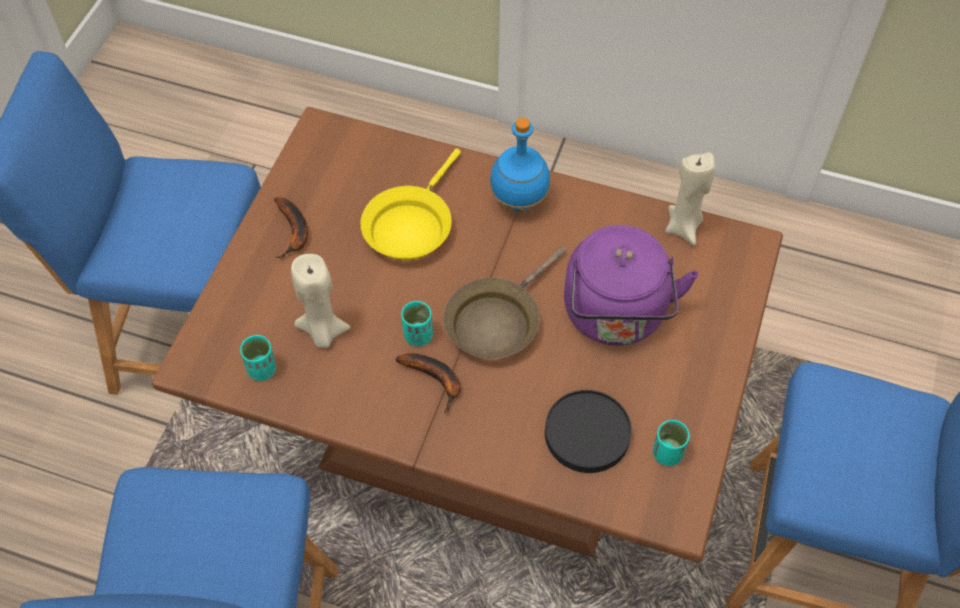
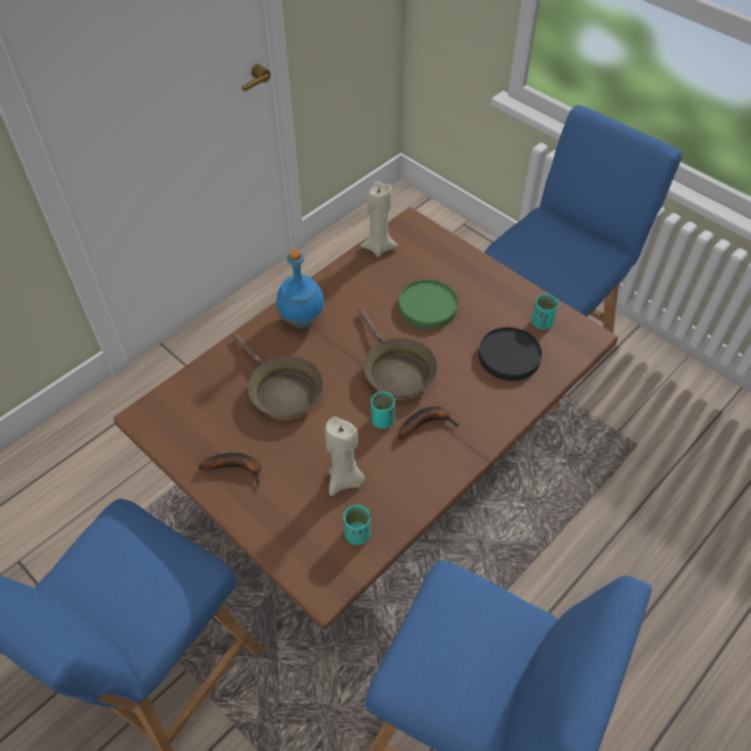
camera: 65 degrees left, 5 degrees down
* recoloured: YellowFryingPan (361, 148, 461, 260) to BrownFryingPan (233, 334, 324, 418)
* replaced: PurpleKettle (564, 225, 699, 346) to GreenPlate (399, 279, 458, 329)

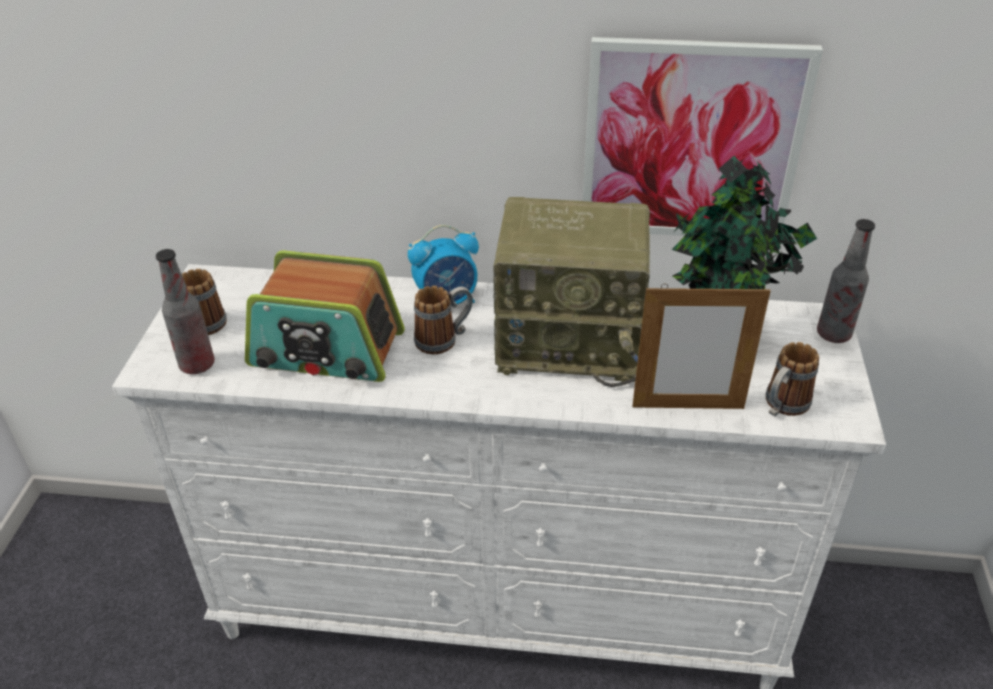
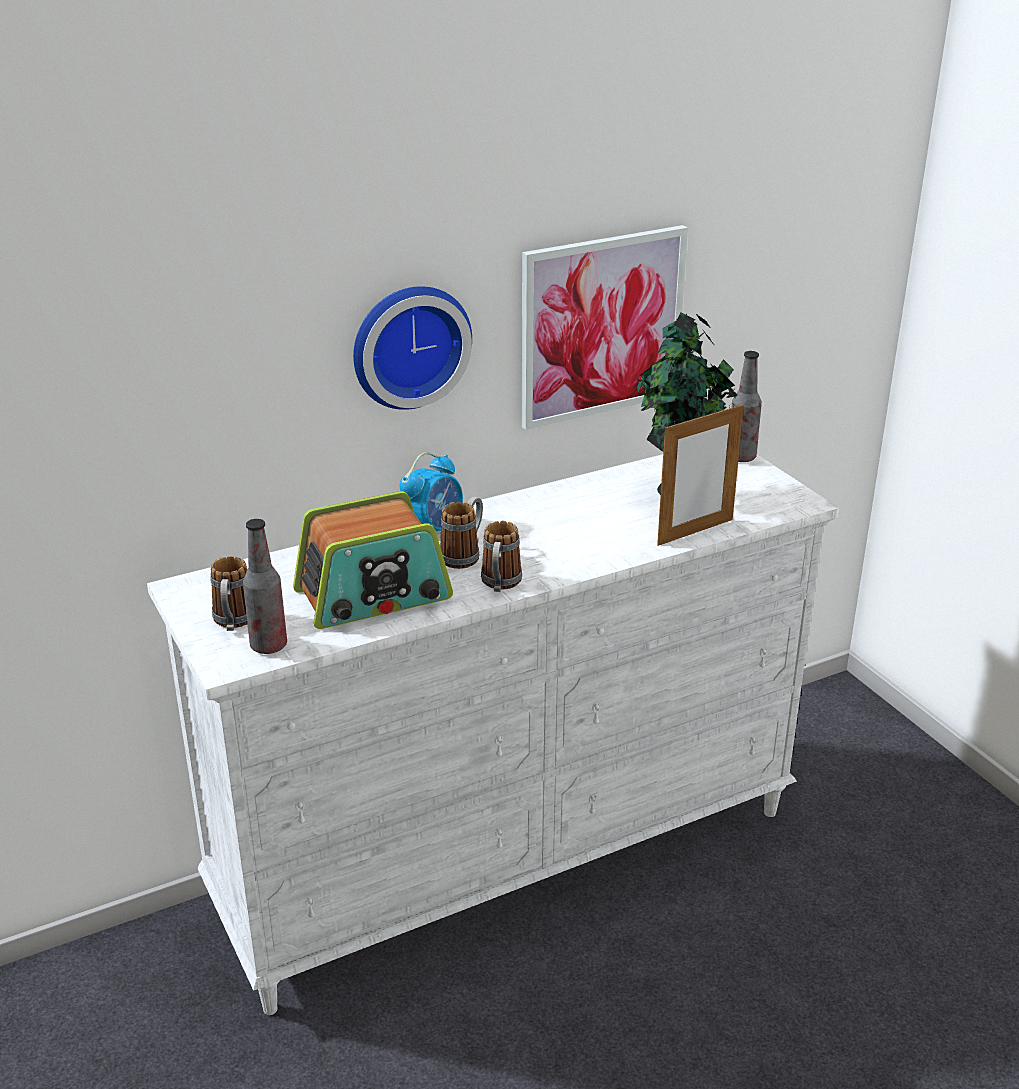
camera: 35 degrees left, 10 degrees down
* removed: Radio (493, 197, 650, 387)
* moved: Mug (766, 342, 819, 416) to (481, 521, 522, 592)
* added: WallClock (353, 286, 472, 410)

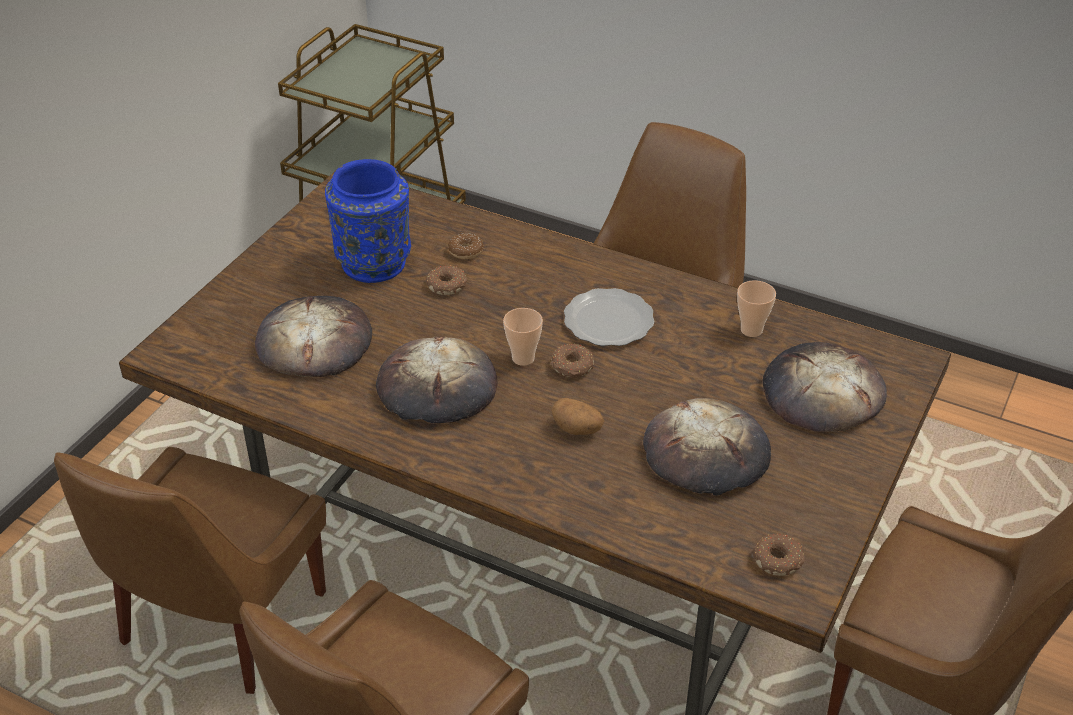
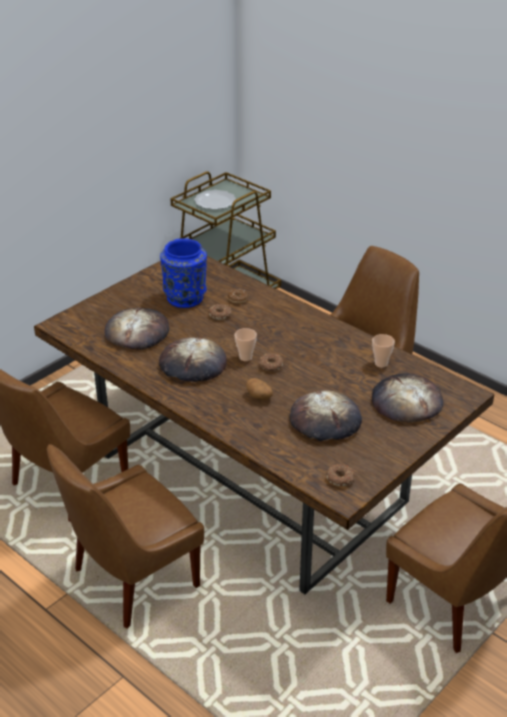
camera: 15 degrees right, 5 degrees down
* moved: Plate (564, 288, 655, 346) to (194, 190, 236, 210)

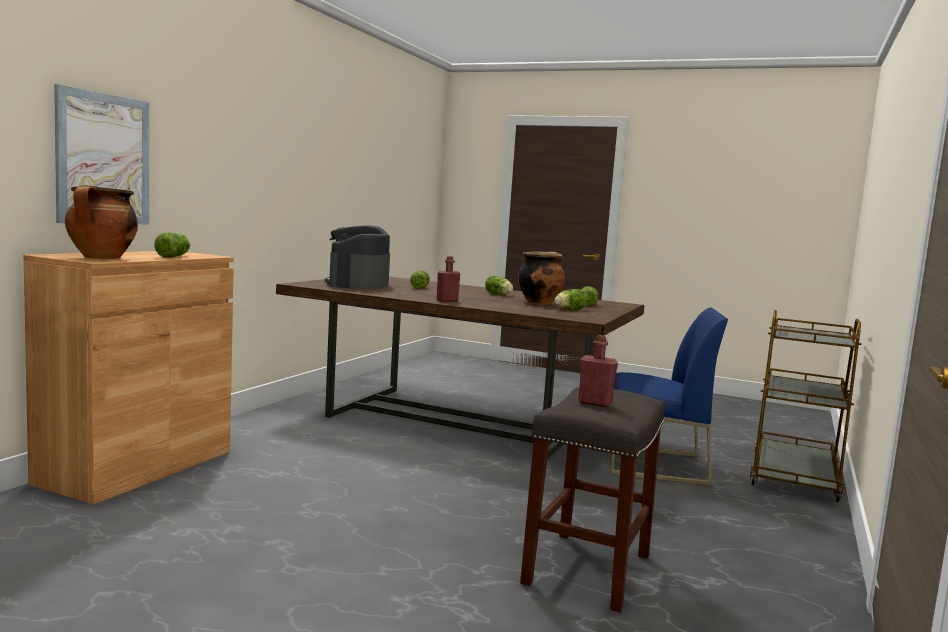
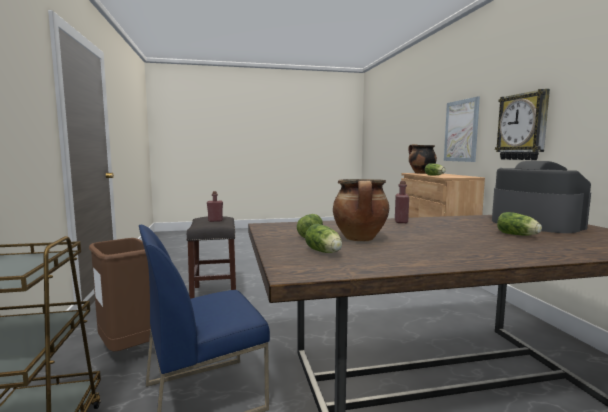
camera: 145 degrees right, 0 degrees up
* removed: Lettuce (485, 276, 513, 294)
* added: BrownTrashCan (89, 238, 151, 352)
* added: WallClock (495, 89, 550, 160)

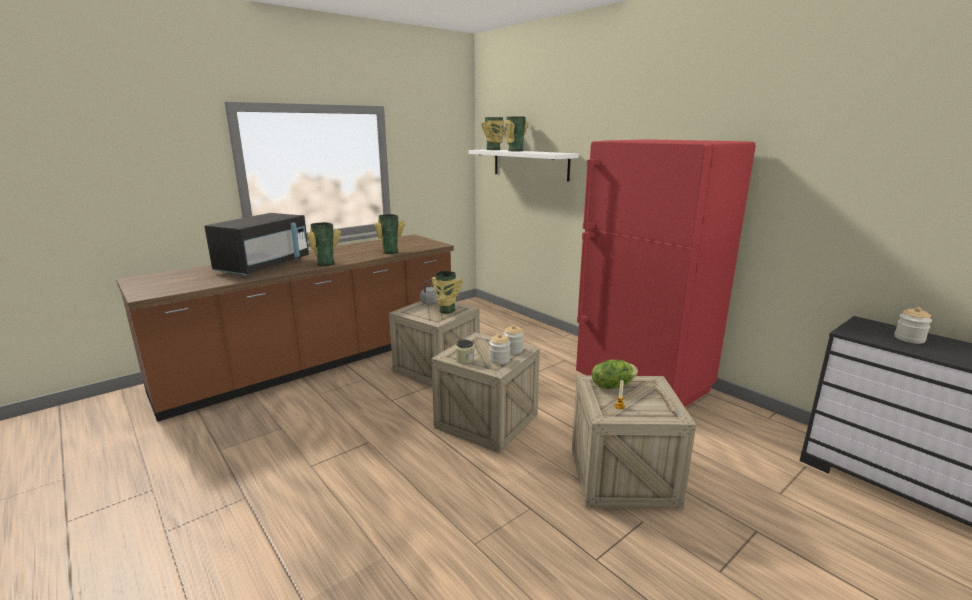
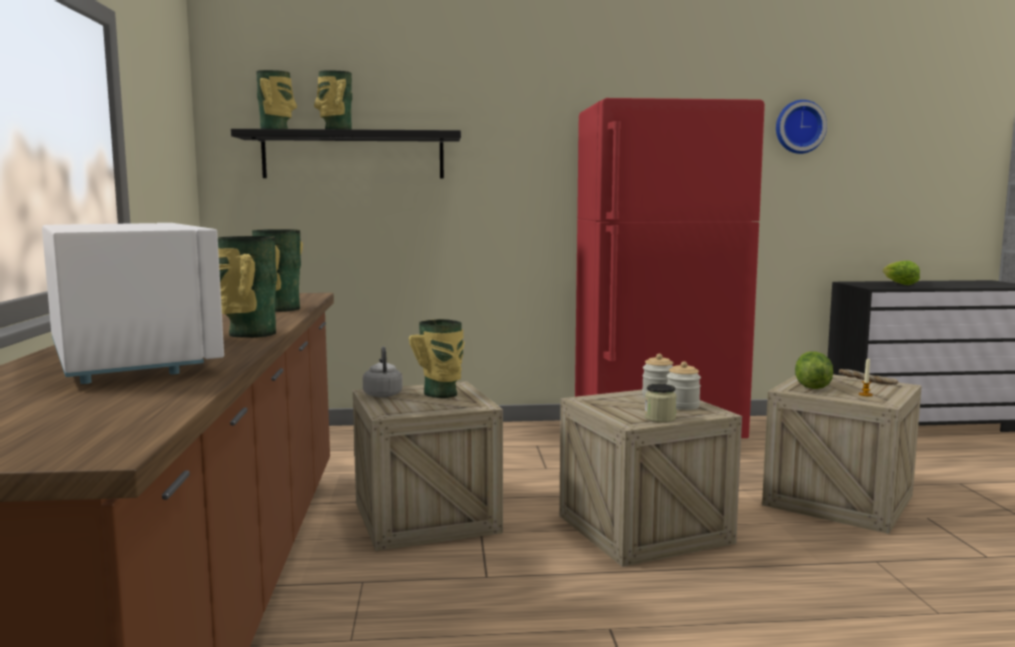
camera: 55 degrees left, 10 degrees down
* recoloured: BlackMicrowave (204, 213, 309, 276) to WhiteMicrowave (42, 223, 224, 384)
* recoloured: WhiteShelf (469, 149, 579, 182) to BlackShelf (231, 129, 461, 179)
* replaced: Jar (894, 307, 932, 344) to Lettuce (883, 261, 920, 285)
* added: WallClock (776, 100, 827, 154)

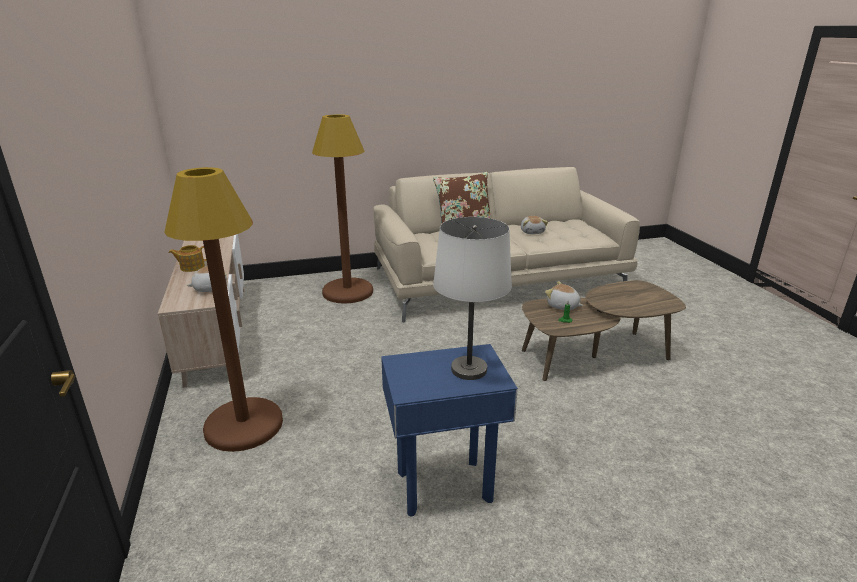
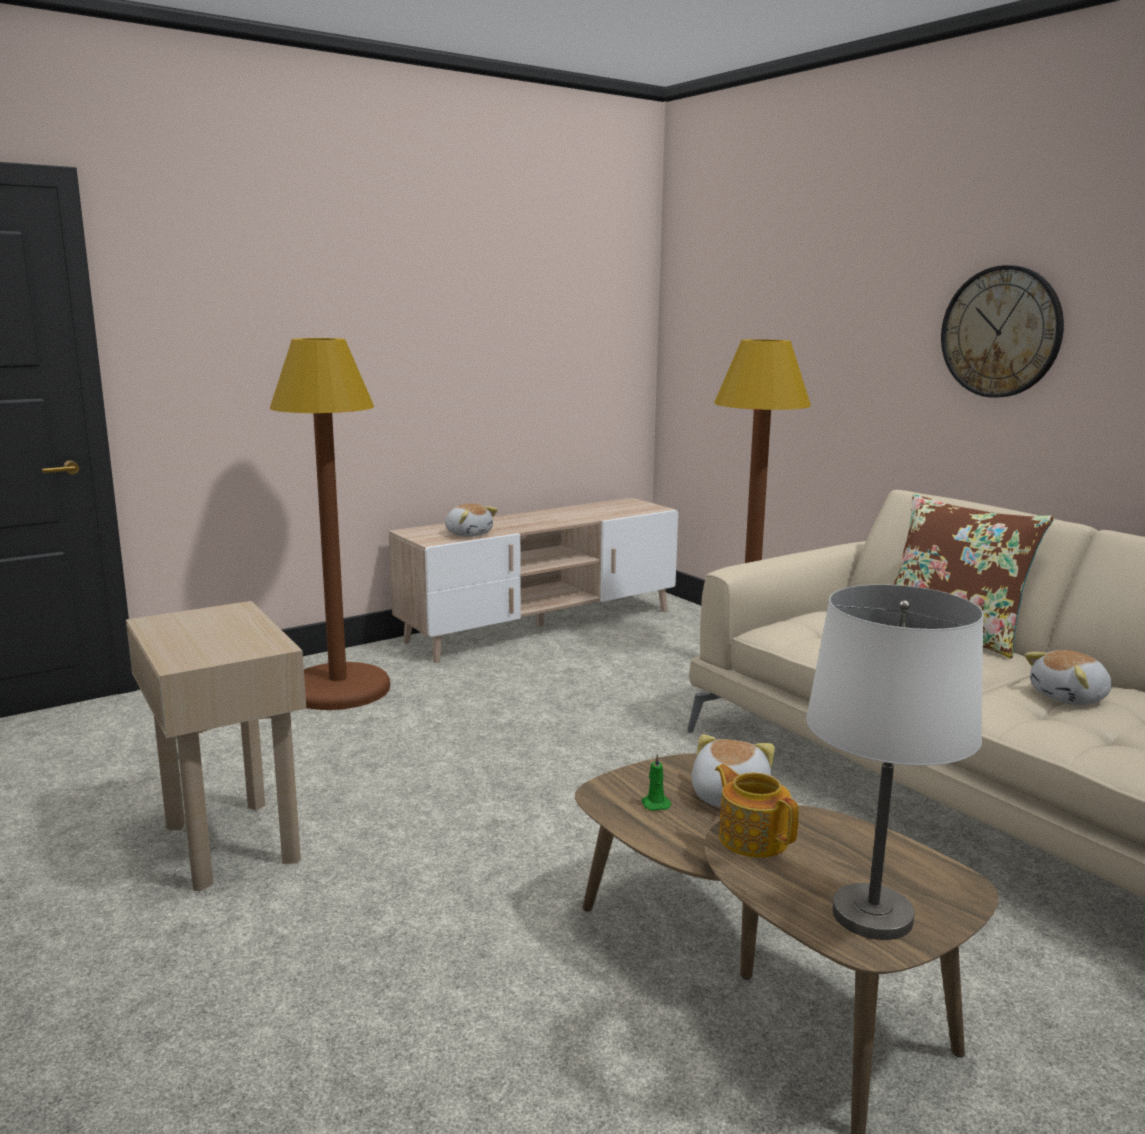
camera: 70 degrees right, 10 degrees down
* moved: Teapot (169, 245, 207, 272) to (715, 764, 799, 858)
* recoloured: BlueSideTable (381, 344, 518, 516) to BeigeSideTable (126, 601, 306, 891)
* moved: WhiteTableLamp (433, 217, 512, 380) to (806, 584, 983, 940)
* added: WallClock (941, 265, 1064, 398)

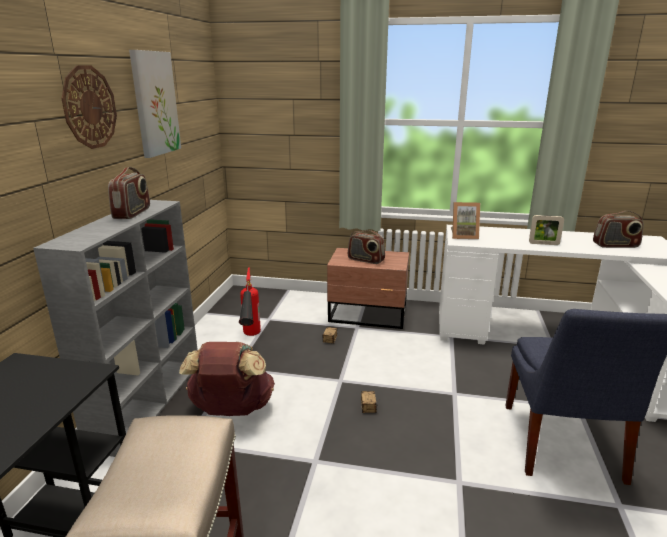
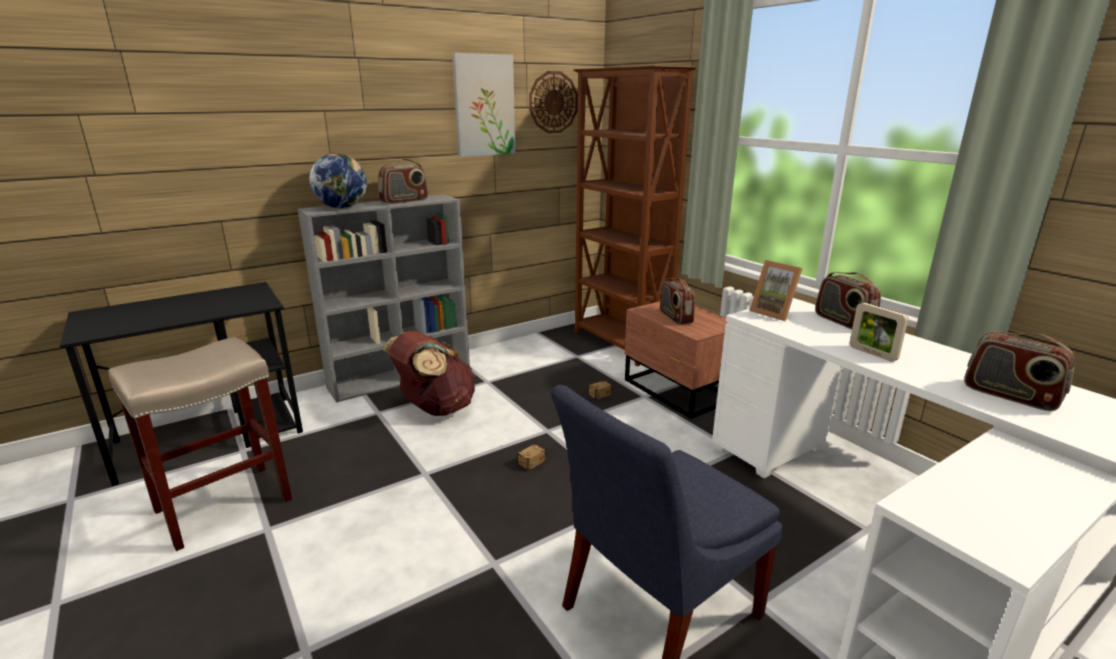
camera: 45 degrees right, 0 degrees up
* moved: WallClock (62, 65, 117, 149) to (529, 71, 578, 133)
* removed: FireExtinguisher (239, 267, 261, 336)
* added: Globe (309, 153, 367, 208)
* added: BrownBookcase (573, 65, 697, 366)
* added: Radio (815, 272, 881, 329)

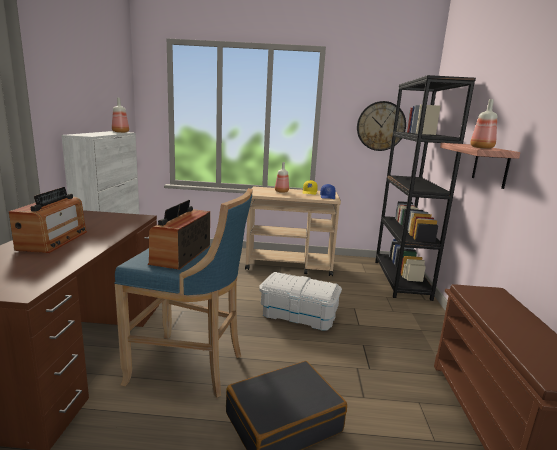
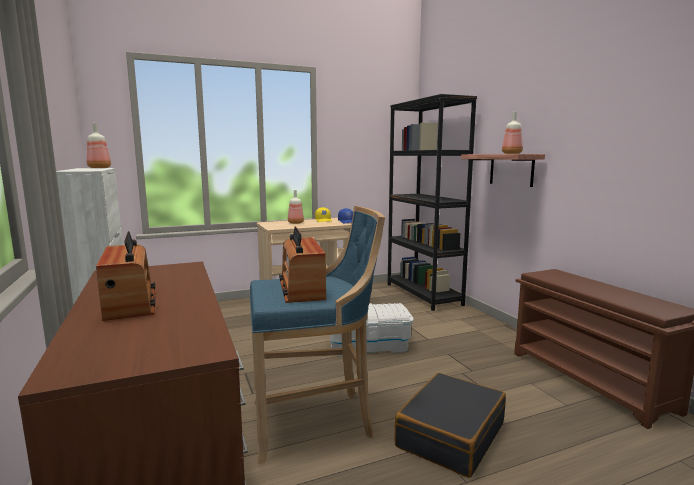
camera: 25 degrees left, 5 degrees down
* removed: WallClock (357, 101, 406, 151)

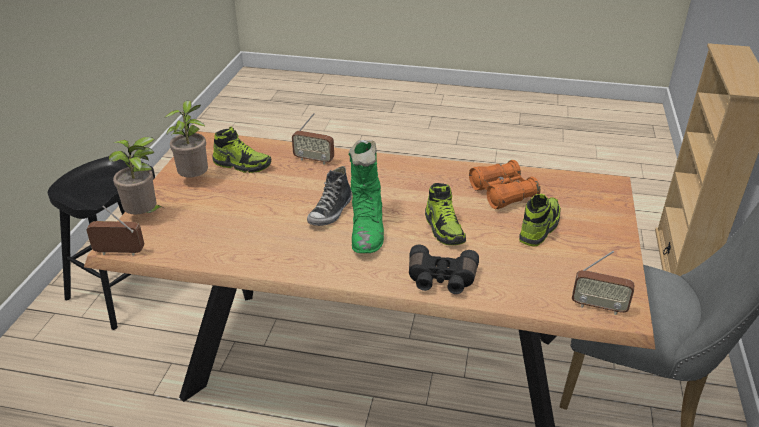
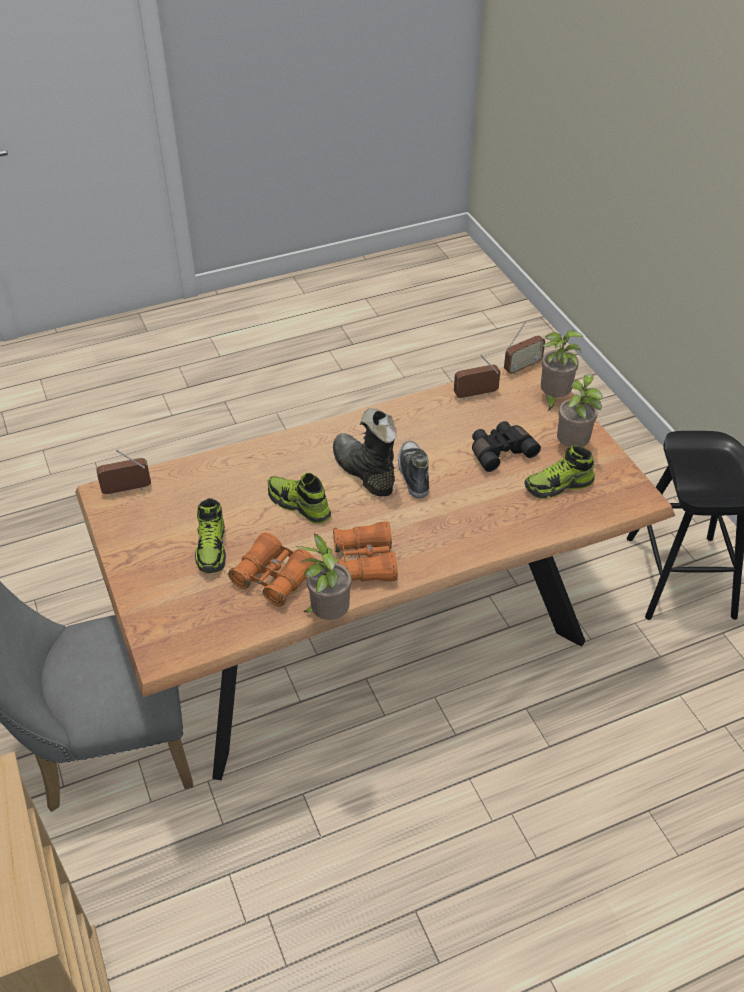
camera: 145 degrees right, 10 degrees up
* moved: Radio (292, 113, 334, 164) to (454, 354, 500, 400)
* recoloured: GreenBoot (349, 140, 384, 253) to BlackBoot (333, 408, 397, 496)
* moved: BlackBinoculars (409, 245, 479, 294) to (472, 421, 541, 472)
* added: PottedPlant (296, 534, 352, 620)
* added: OrangeBinoculars (333, 521, 398, 582)

